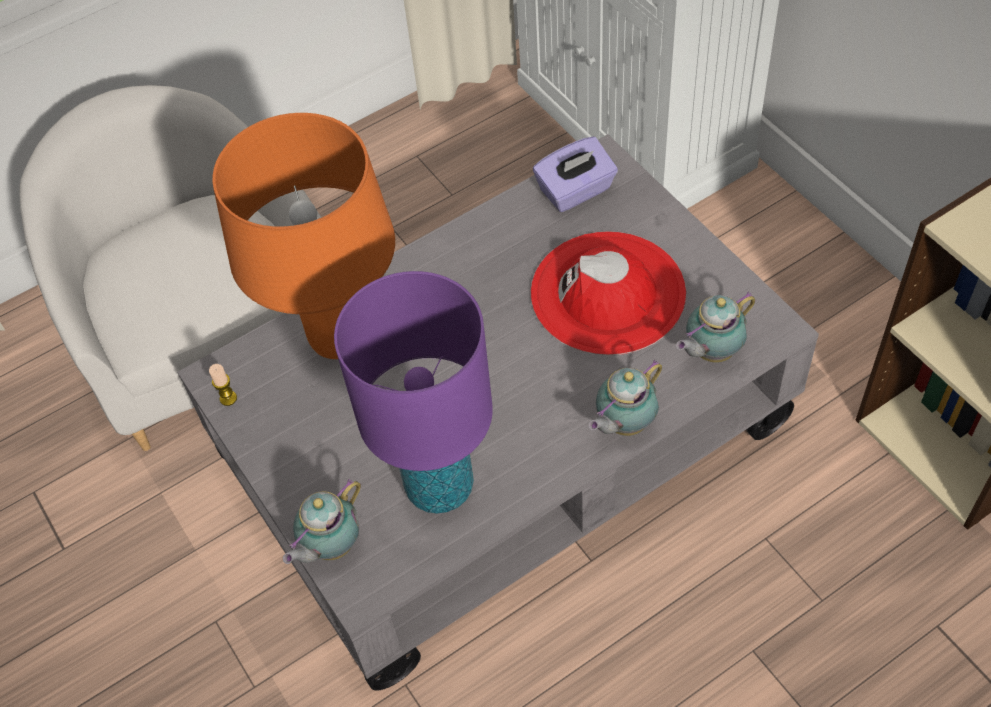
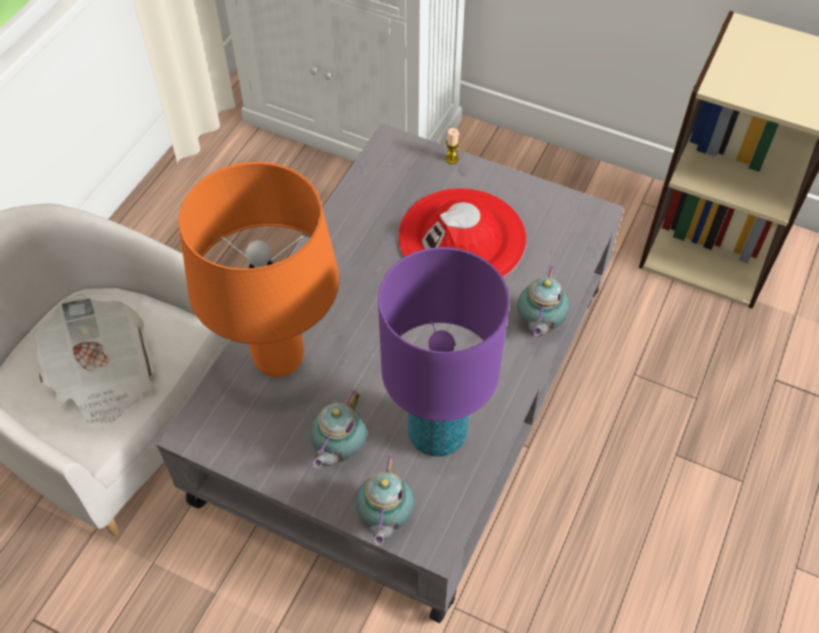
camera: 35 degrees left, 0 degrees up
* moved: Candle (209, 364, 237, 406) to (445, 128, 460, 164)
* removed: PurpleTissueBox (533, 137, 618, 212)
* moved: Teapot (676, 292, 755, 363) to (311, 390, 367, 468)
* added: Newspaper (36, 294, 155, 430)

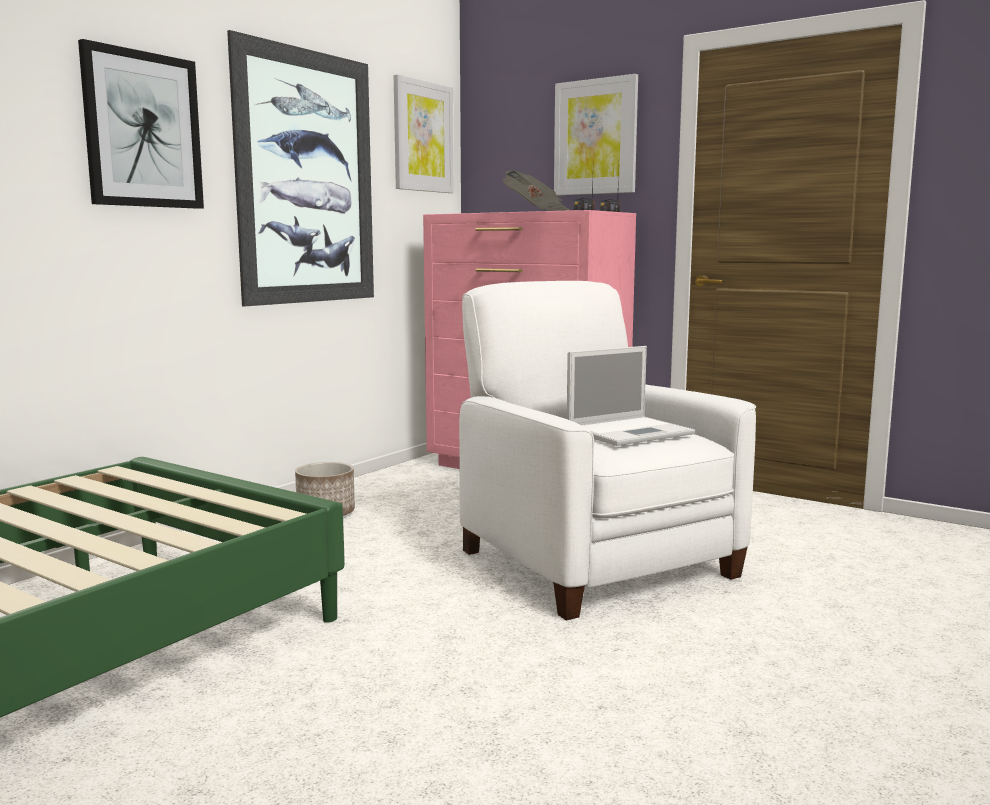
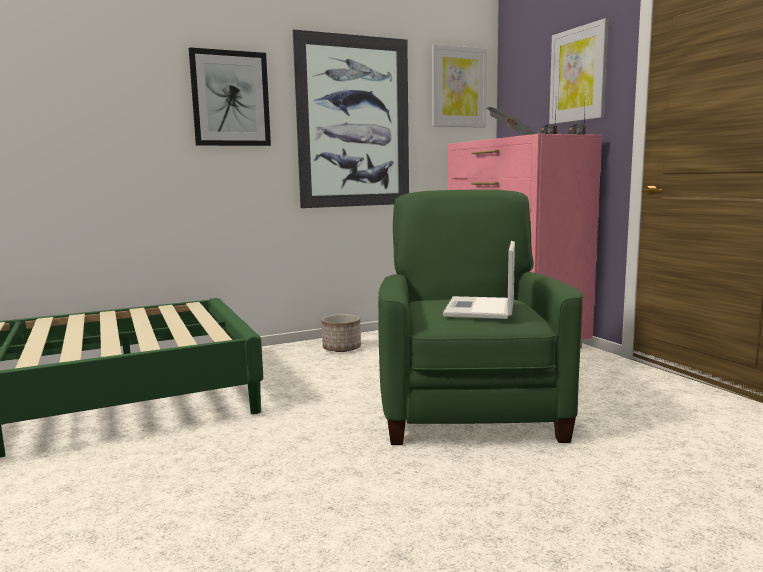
camera: 30 degrees right, 0 degrees up
* recoloured: WhiteArmchair (459, 281, 756, 620) to GreenArmchair (378, 189, 583, 445)
* turned: Laptop (567, 346, 695, 446) = (443, 241, 515, 319) 105 degrees clockwise

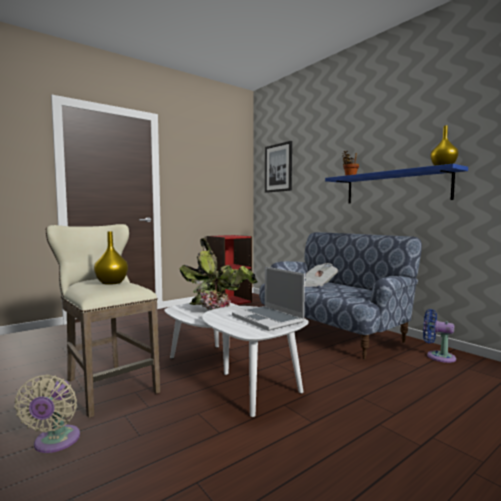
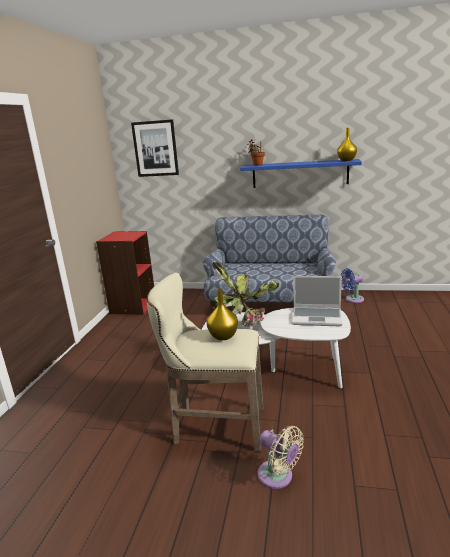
camera: 40 degrees left, 15 degrees up
* removed: Newspaper (305, 263, 338, 287)

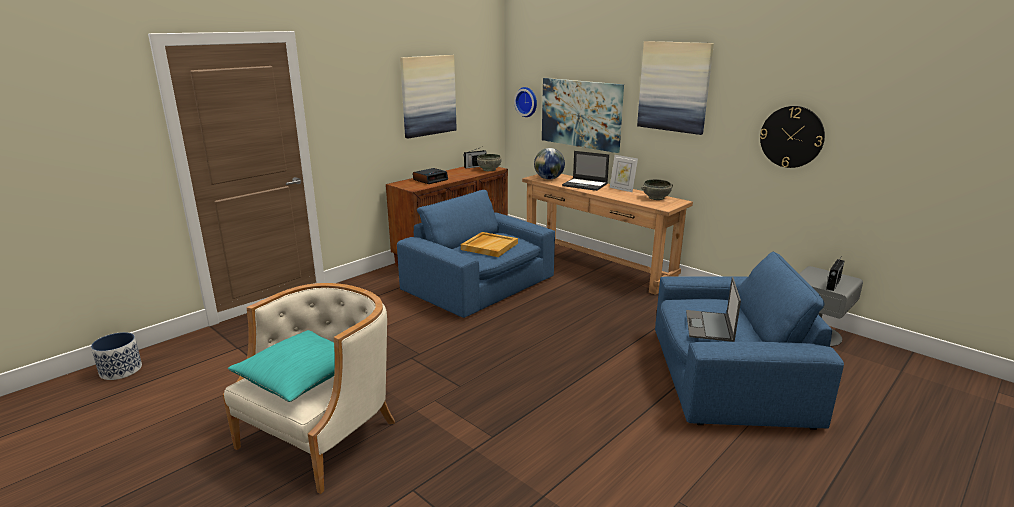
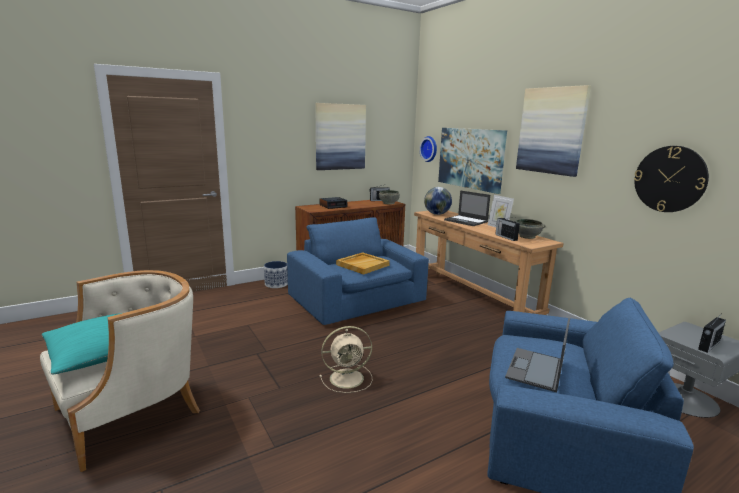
camera: 15 degrees right, 5 degrees down
* moved: Planter (91, 332, 142, 380) to (264, 261, 288, 288)
* added: BeigeFan (319, 326, 373, 393)
* added: Radio (495, 218, 520, 241)

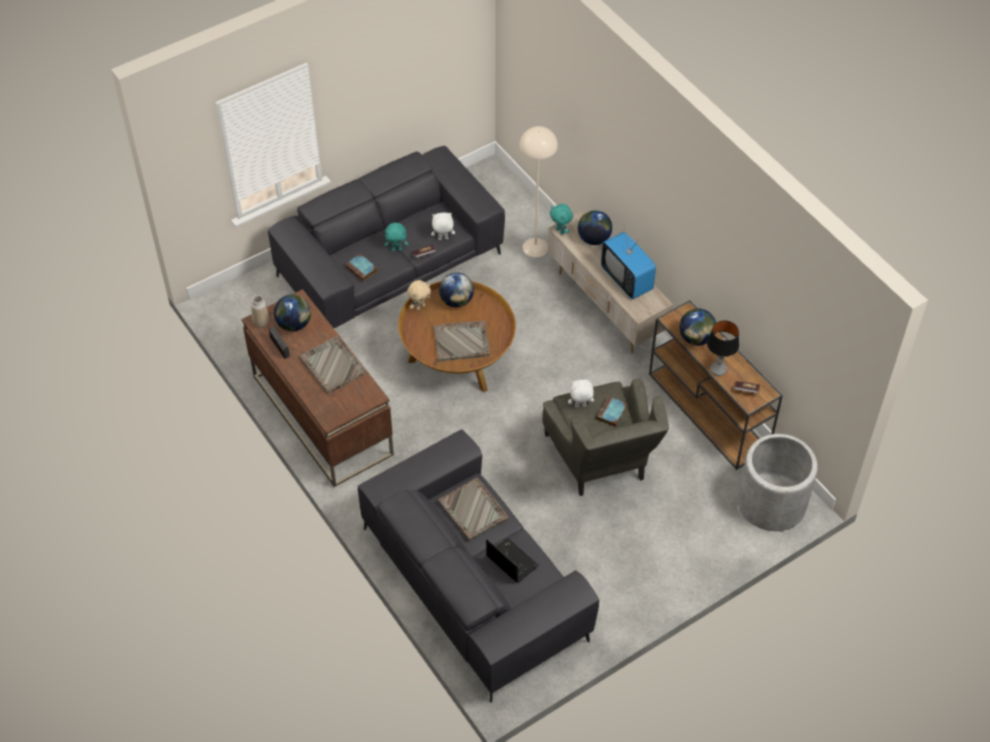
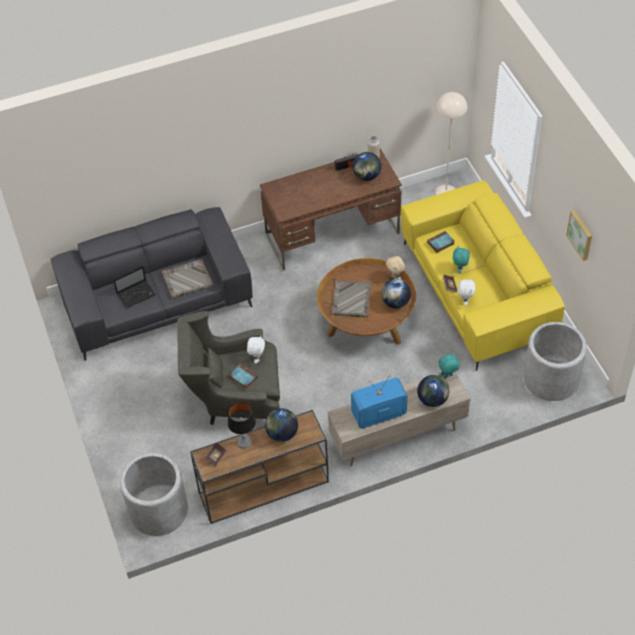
camera: 105 degrees right, 0 degrees up
* recoloured: GreySofa (268, 146, 505, 328) to YellowSofa (401, 180, 565, 371)
* removed: GreyTray (299, 336, 367, 394)
* moved: BeigeFloorLamp (520, 126, 558, 257) to (435, 92, 467, 195)
* added: GreyPlanter (523, 322, 587, 401)
* added: Picture (566, 210, 592, 261)

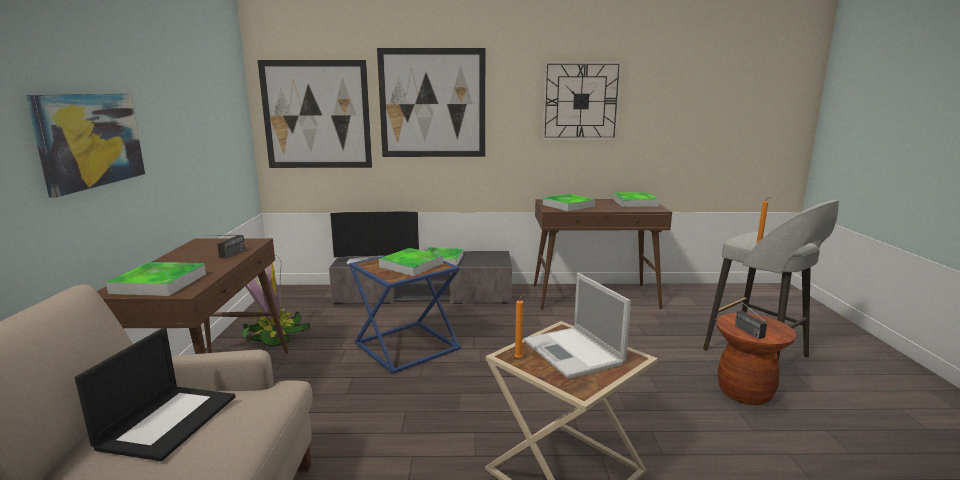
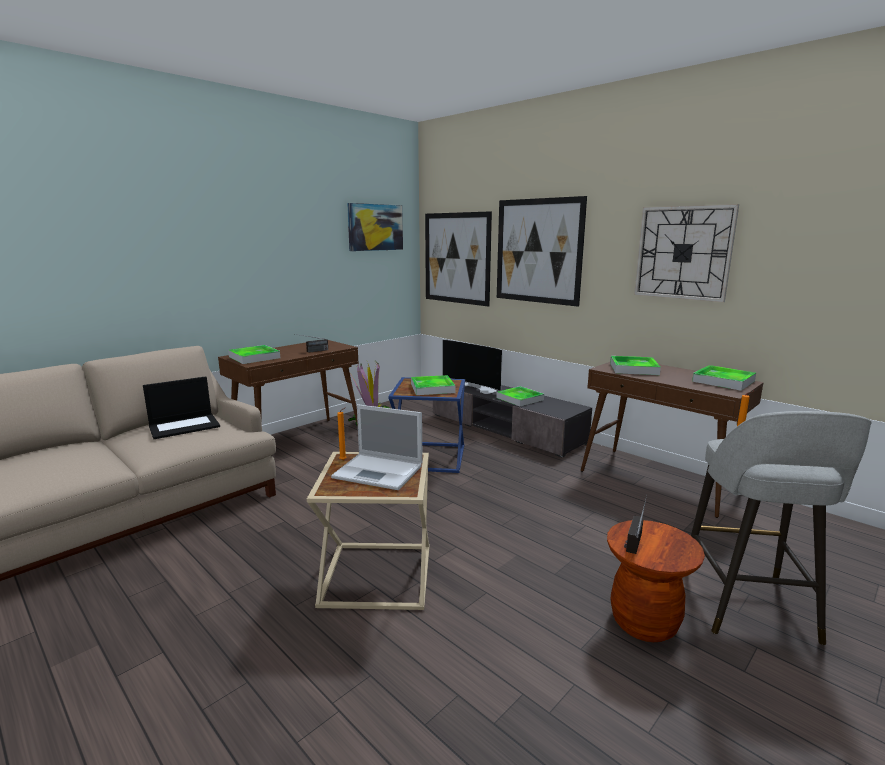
camera: 45 degrees right, 0 degrees up
* moved: Picture (26, 94, 145, 197) to (347, 203, 403, 251)
* turned: Laptop (523, 273, 631, 379) = (331, 404, 423, 490) 90 degrees counterclockwise

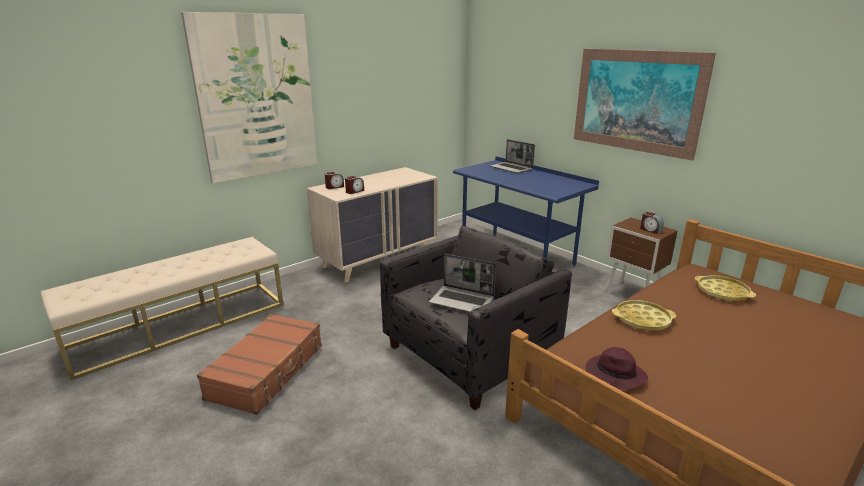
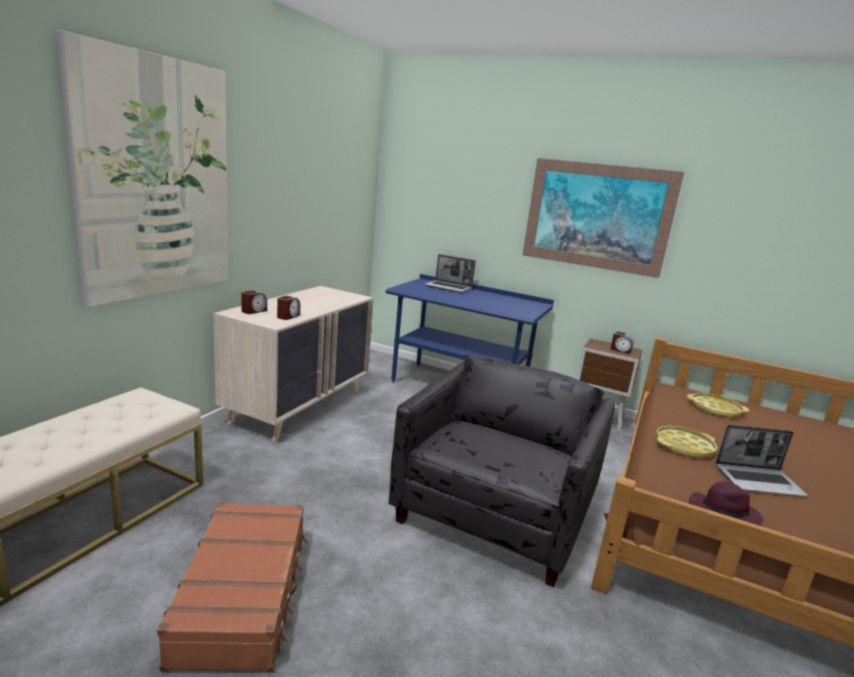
camera: 25 degrees left, 5 degrees down
* moved: Laptop (429, 254, 496, 312) to (716, 425, 808, 497)

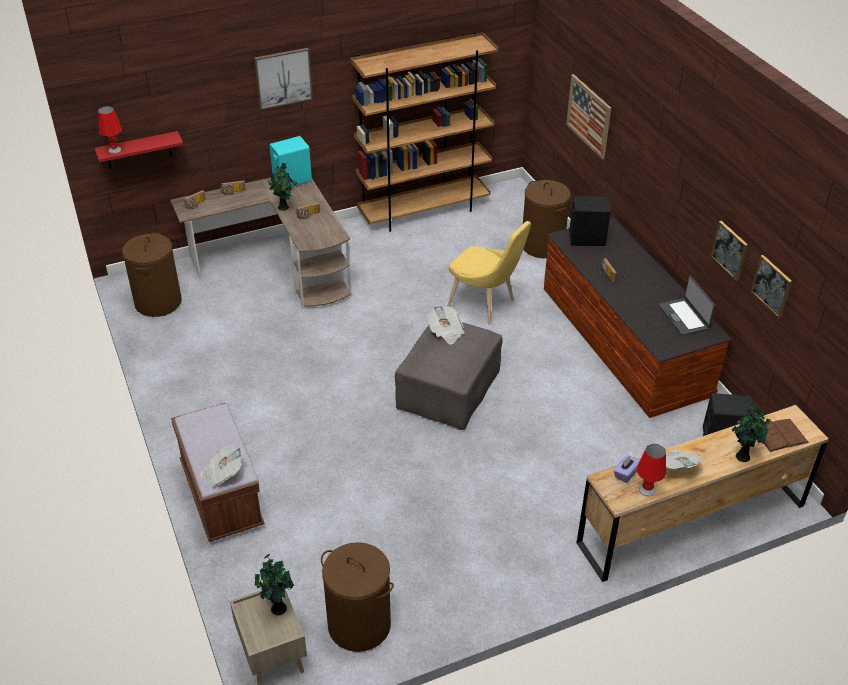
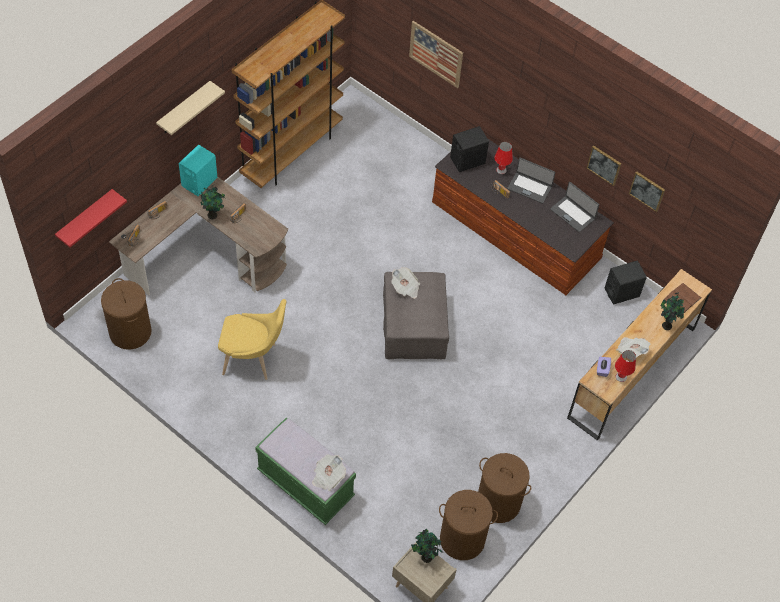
camera: 30 degrees left, 15 degrees up
* moved: RedTableLamp (98, 106, 122, 154) to (494, 142, 513, 174)
* recoloured: BrownBench (171, 403, 265, 542) to GreenBench (255, 418, 356, 525)
* replaced: Picture (254, 48, 313, 110) to BeigeShelf (156, 81, 225, 135)
* moved: YellowChair (447, 221, 531, 325) to (218, 299, 286, 380)
* moved: BrownLaundryBasket (523, 180, 571, 258) to (478, 453, 531, 523)
* added: Laptop (507, 158, 556, 204)

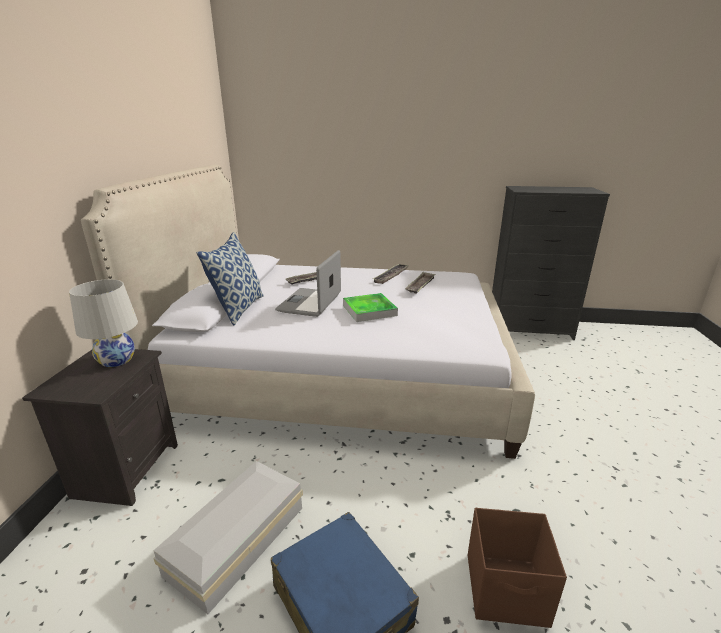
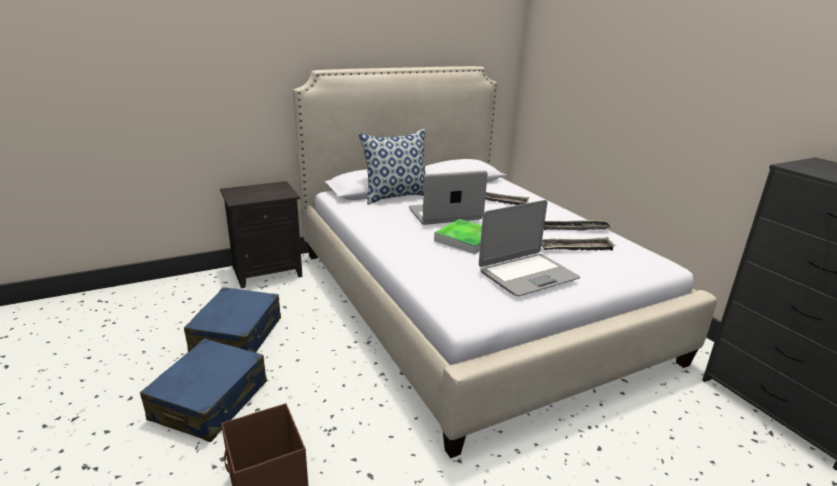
camera: 55 degrees right, 0 degrees up
* removed: WhiteTableLamp (69, 279, 138, 367)
* replaced: WhiteStorageBox (153, 461, 303, 614) to BlueSuitcase (184, 287, 281, 353)
* added: Laptop (479, 200, 580, 296)

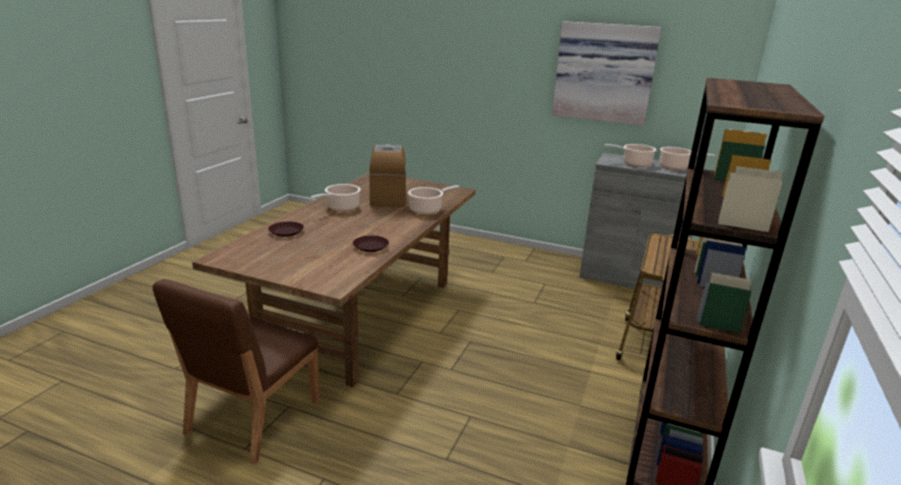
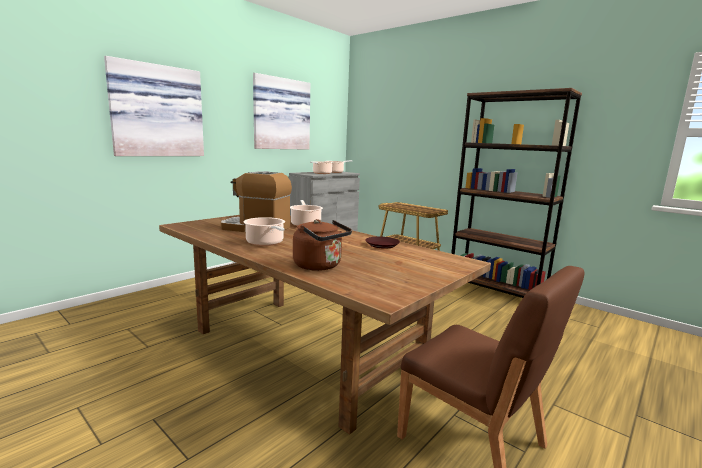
camera: 70 degrees left, 10 degrees down
* replaced: BrownPlate (268, 222, 304, 237) to BrownKettle (293, 219, 352, 271)
* added: Picture (104, 56, 204, 156)

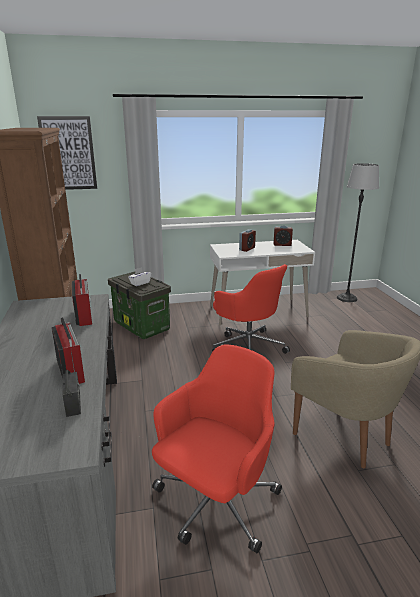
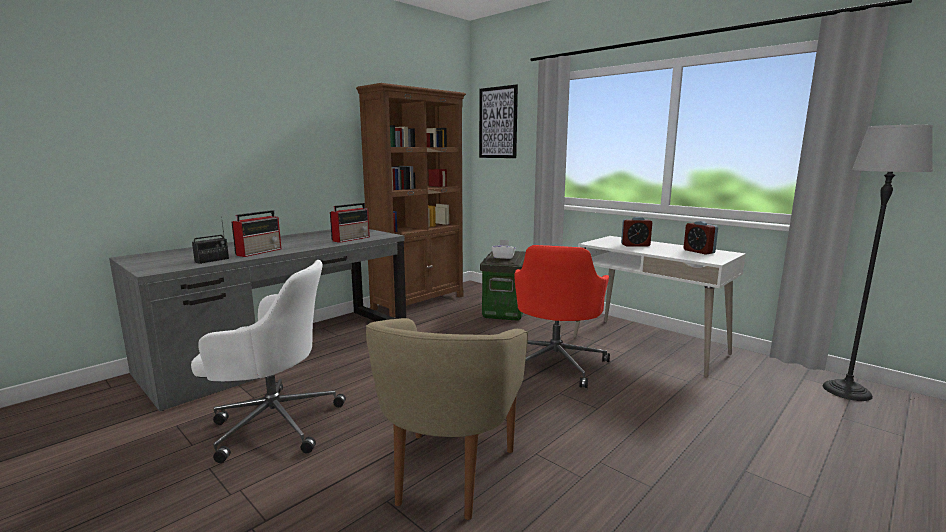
camera: 55 degrees right, 10 degrees down
* recoloured: RedOfficeChair (152, 345, 282, 553) to WhiteOfficeChair (191, 260, 346, 463)

